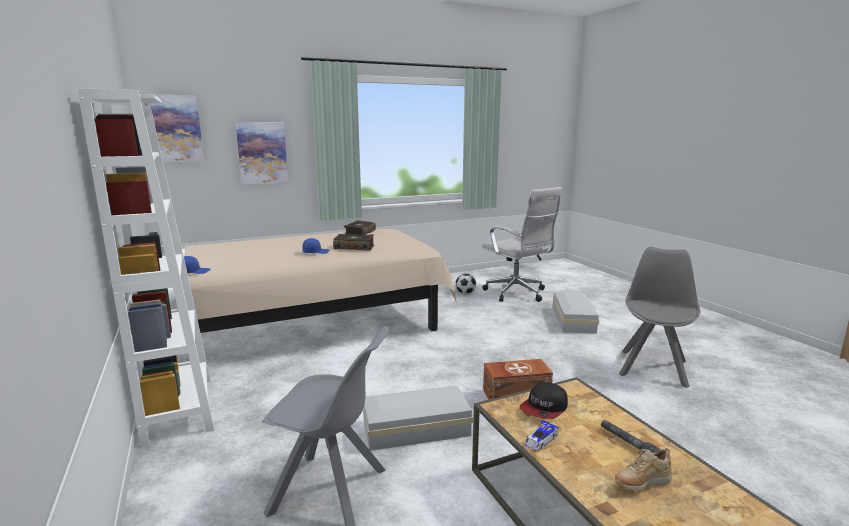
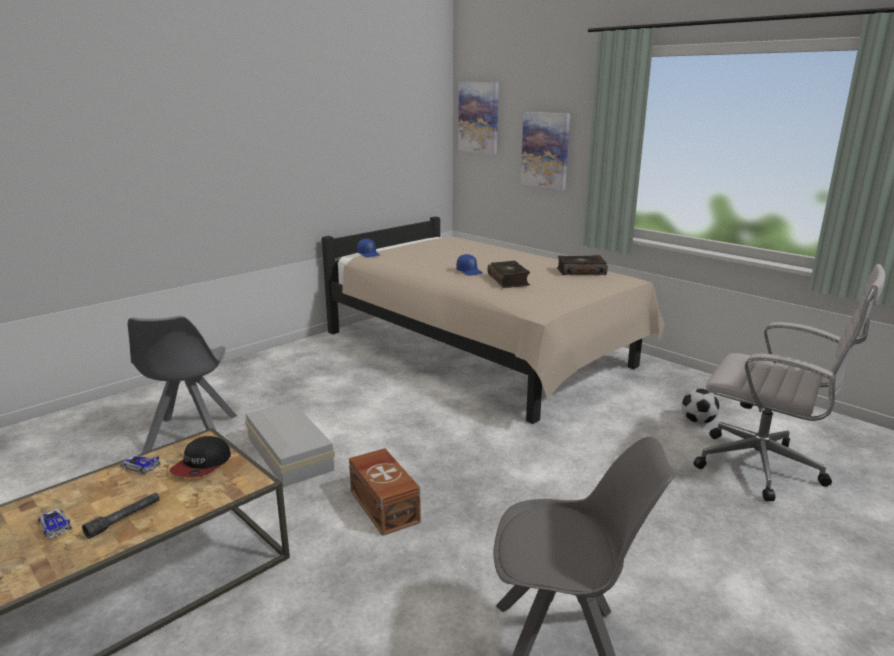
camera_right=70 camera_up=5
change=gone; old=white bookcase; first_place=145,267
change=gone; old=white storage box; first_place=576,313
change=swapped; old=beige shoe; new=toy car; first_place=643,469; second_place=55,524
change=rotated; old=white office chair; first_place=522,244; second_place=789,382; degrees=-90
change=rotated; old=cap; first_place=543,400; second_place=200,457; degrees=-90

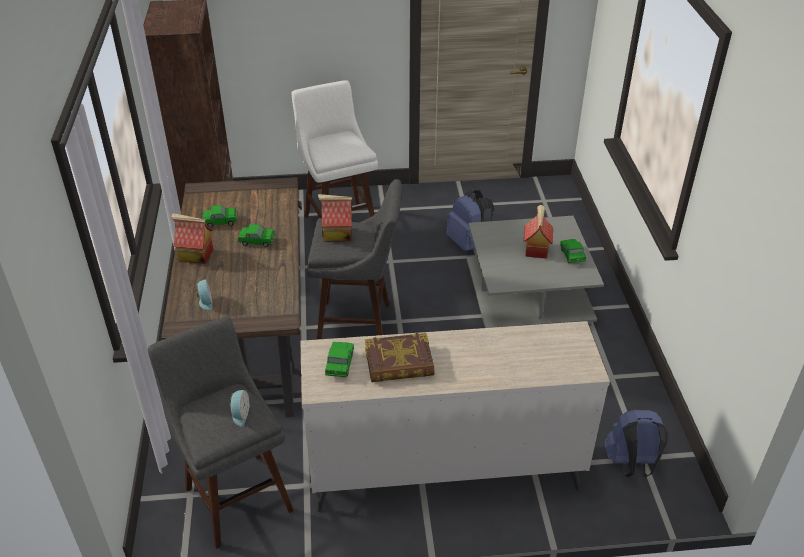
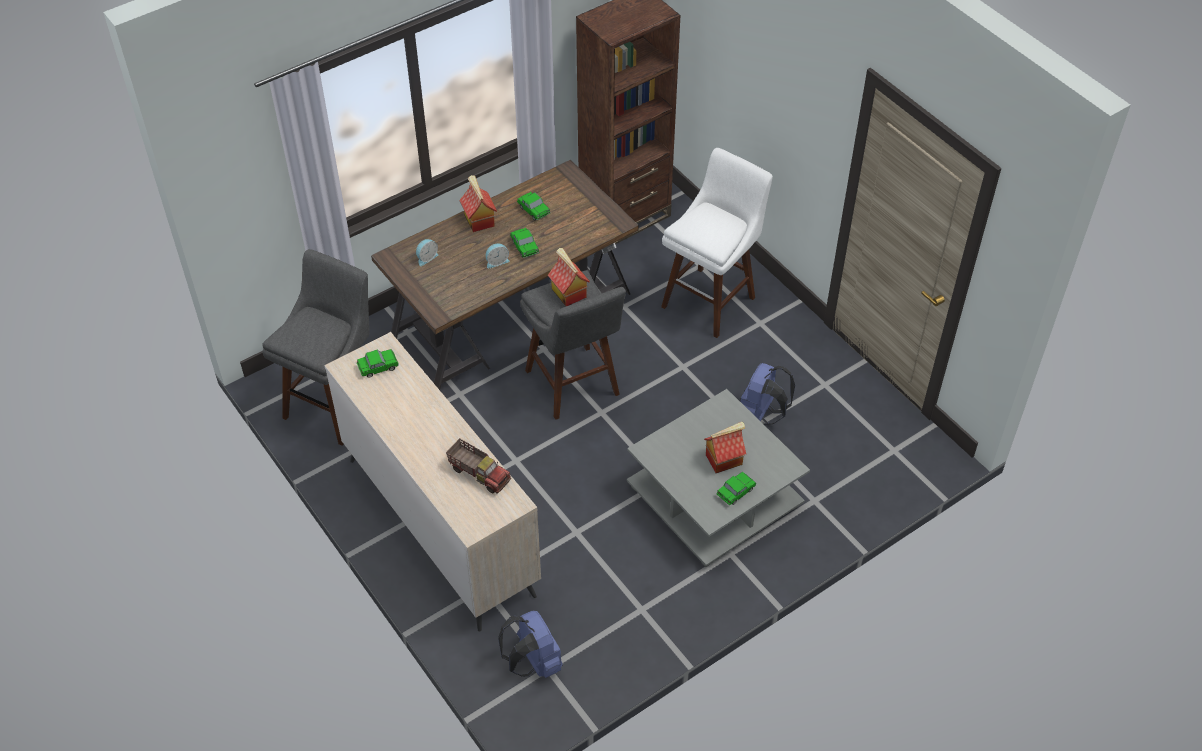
camera_right=60 camera_up=10
change=gone; old=book; first_place=400,357
change=new; new=toy truck; second_place=478,466
change=shifted; old=alarm clock; first_place=239,408; second_place=497,256

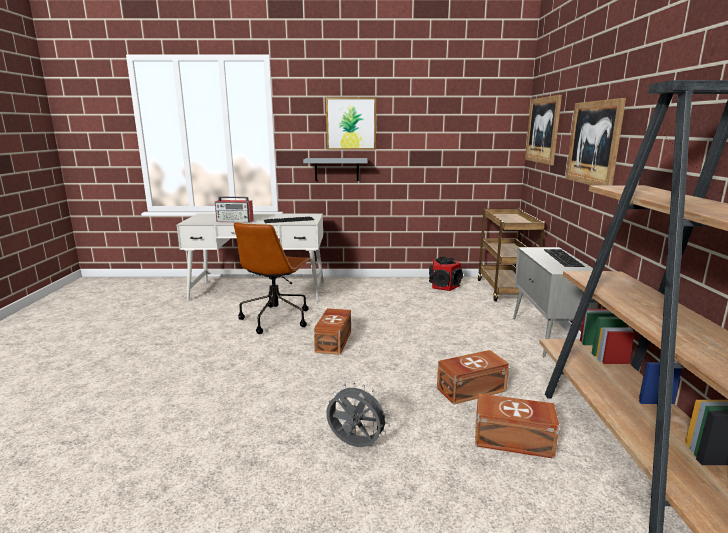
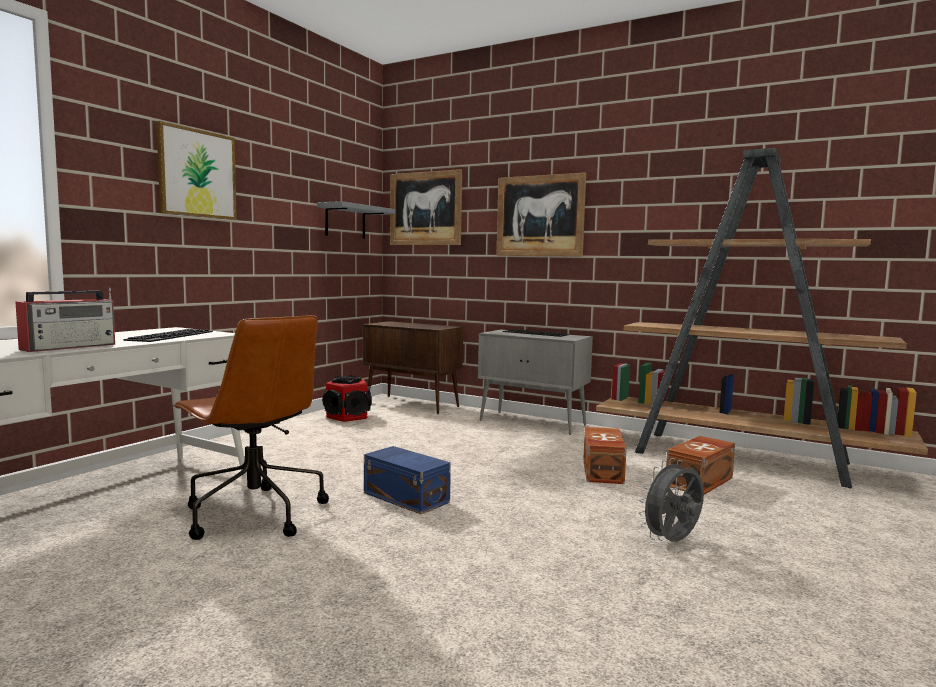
camera_right=-60 camera_up=-10
change=shifted; old=grey shelf; first_place=335,169; second_place=356,220
change=swapped; old=brown cart; new=brown cabinet; first_place=511,255; second_place=413,367
change=repainted; old=brown storage box; new=blue storage box; first_place=332,331; second_place=407,480

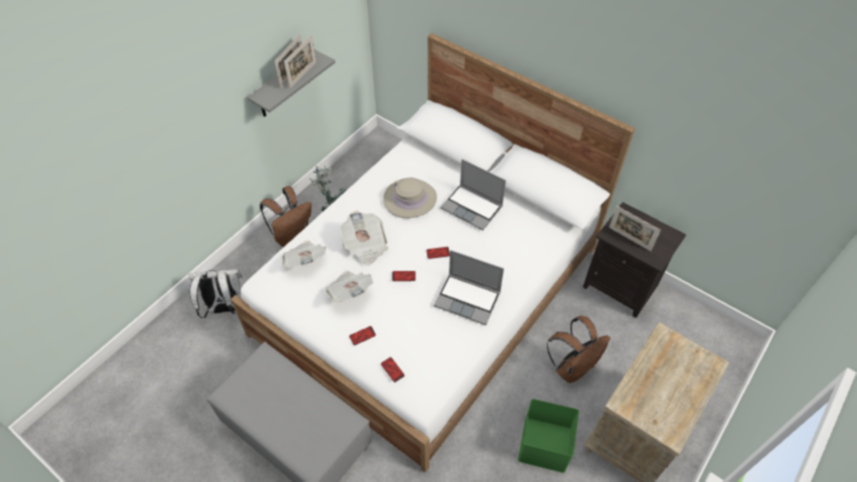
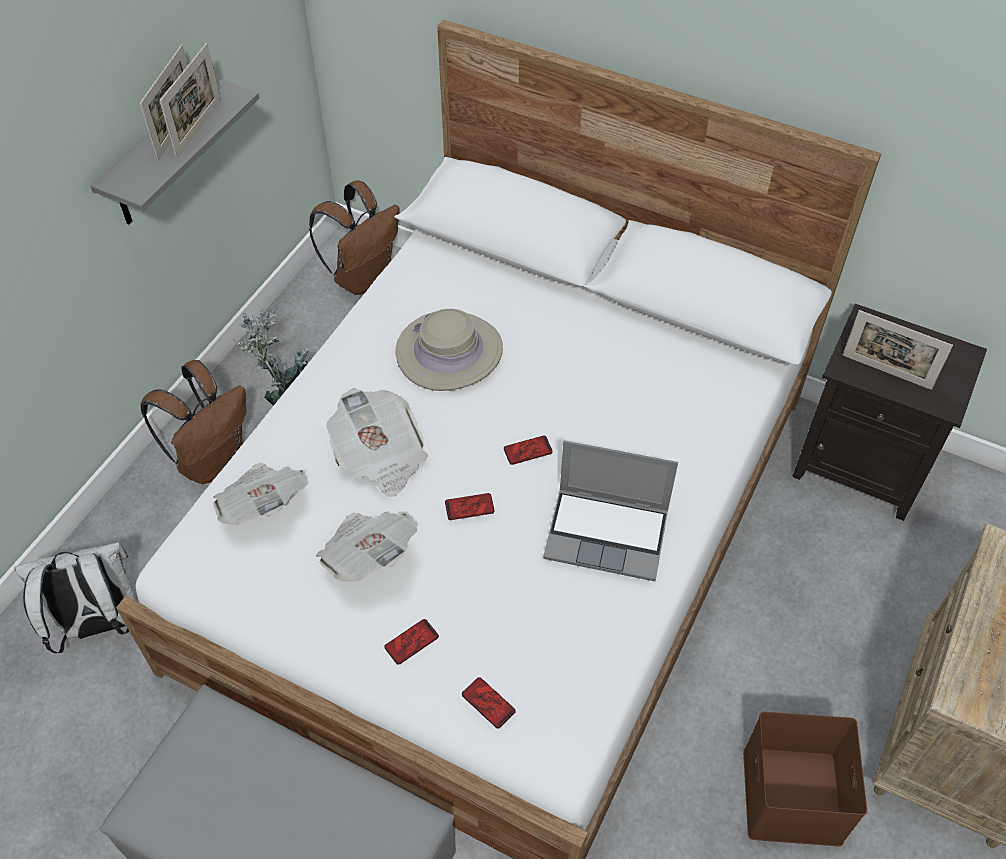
camera_right=-10 camera_up=0
change=gone; old=laptop; first_place=473,194
change=shifted; old=brown backpack; first_place=578,349; second_place=354,237
change=repainted; old=green storage box; new=brown storage box; first_place=548,436; second_place=805,779

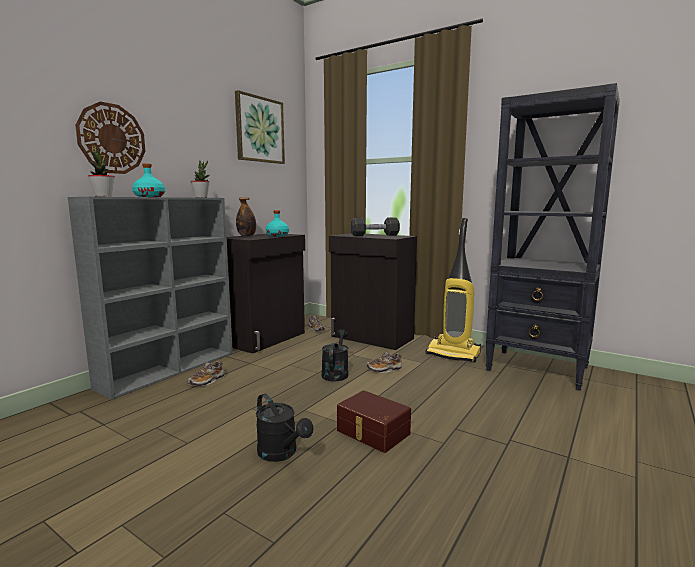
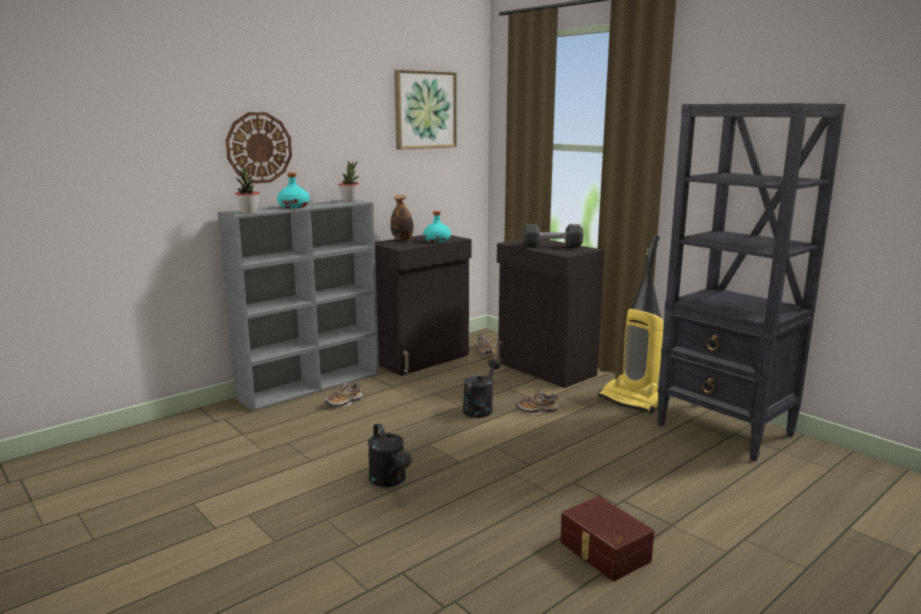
camera_right=15 camera_up=5
change=shifted; old=brown storage box; first_place=374,421; second_place=607,538

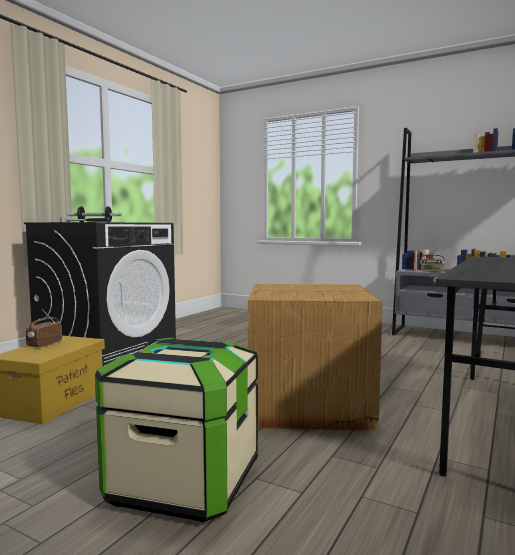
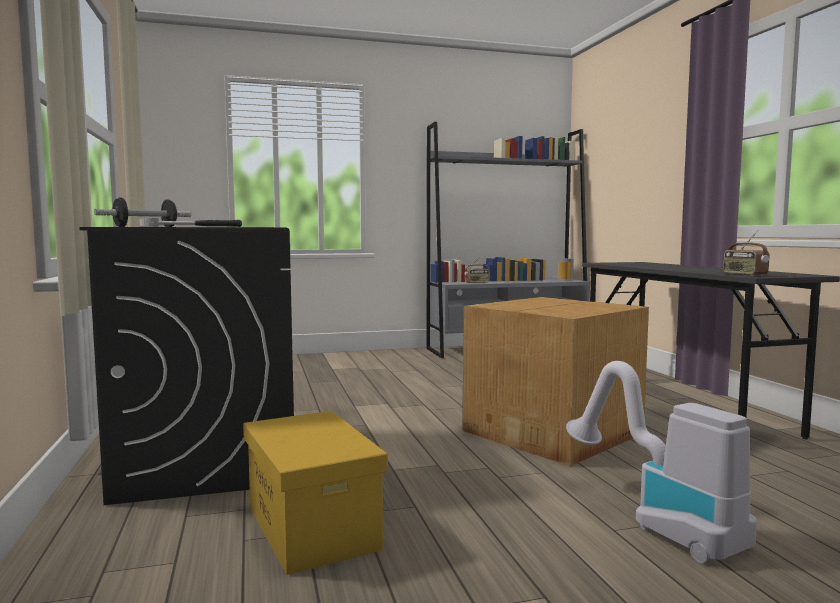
camera_right=-45 camera_up=0
change=shifted; old=radio; first_place=44,328; second_place=746,253
change=swapped; old=storage box; new=vacuum cleaner; first_place=176,430; second_place=661,462

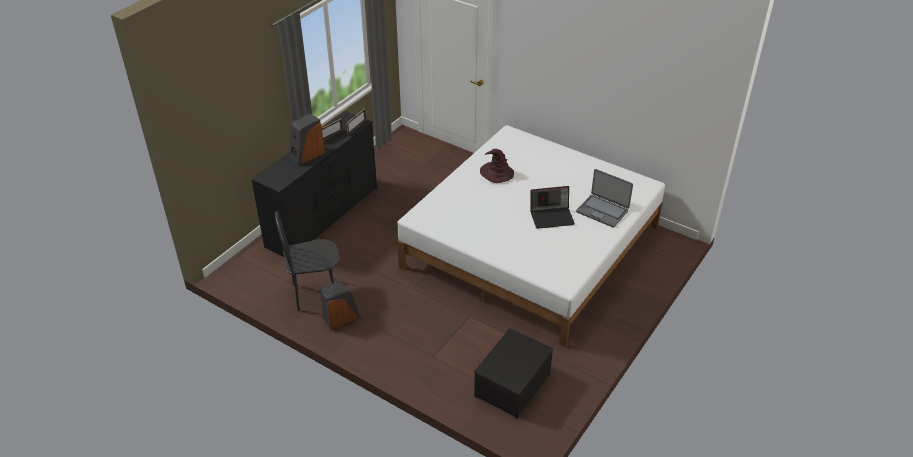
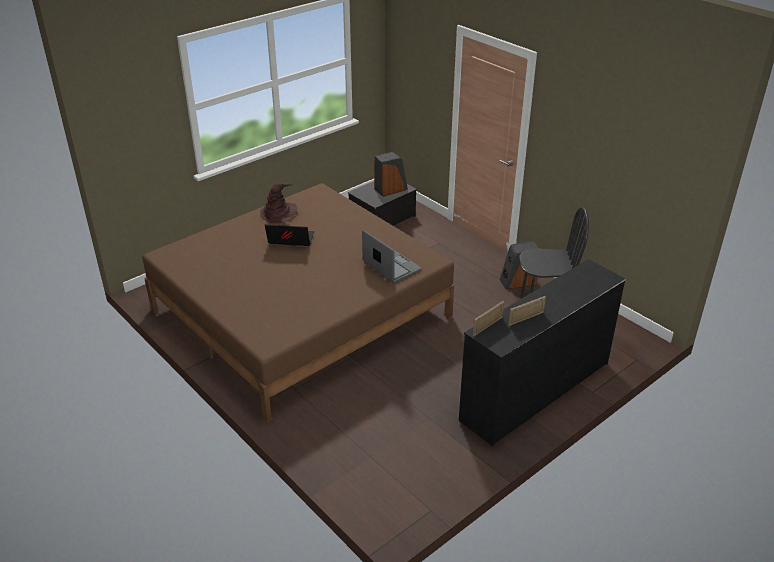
camera_right=-165 camera_up=-5
change=shifted; old=speaker; first_place=307,139; second_place=391,174
change=shifted; old=brown hat; first_place=497,166; second_place=279,202
change=shifted; old=laptop; first_place=604,198; second_place=391,256
change=repainted; old=white bed; new=brown bed; first_place=531,236; second_place=298,302

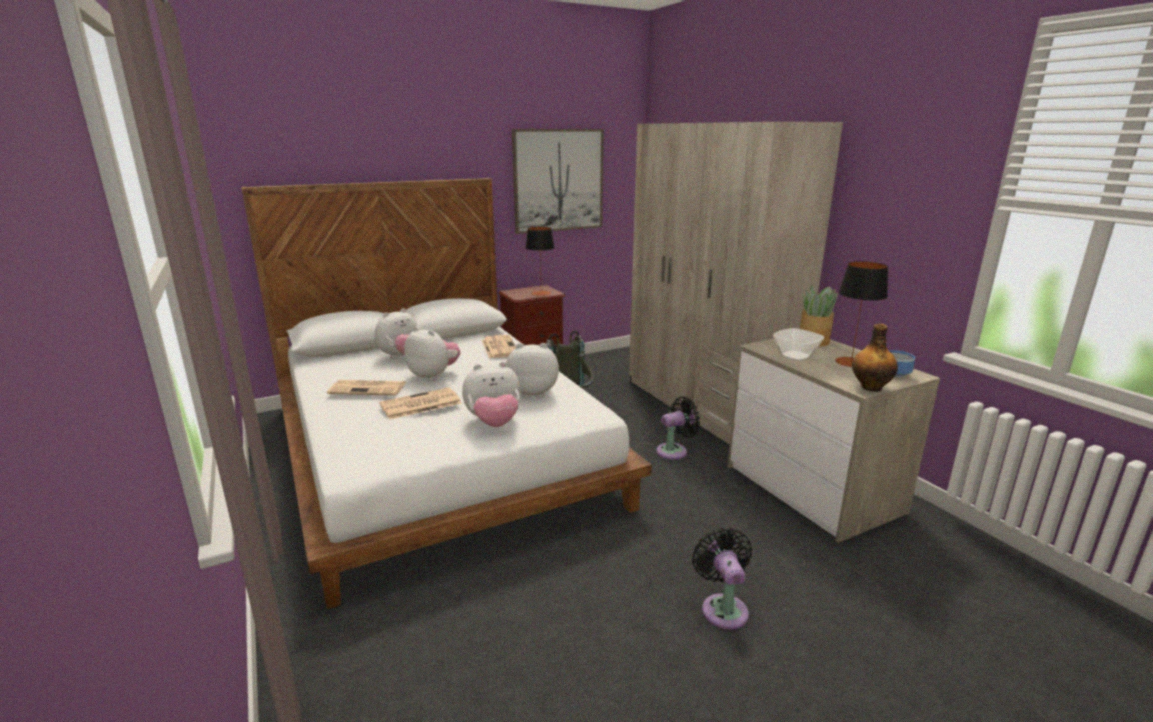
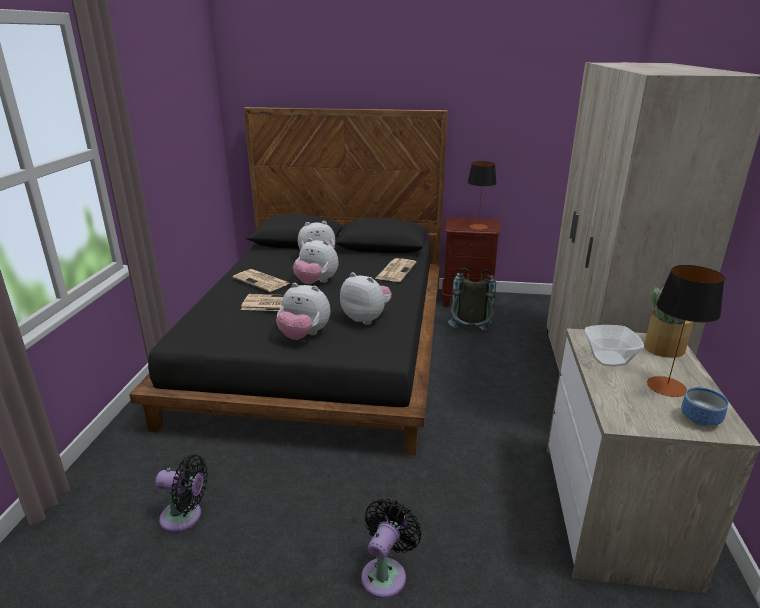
camera_right=35 camera_up=5
change=gone; old=picture; first_place=558,181
change=gone; old=bottle; first_place=875,358
change=shifted; old=black fan; first_place=678,428; second_place=181,494
change=repainted; old=white bed; new=black bed; first_place=447,393; second_place=288,281
change=rotated; old=plush toy; first_place=432,353; second_place=315,261; degrees=135

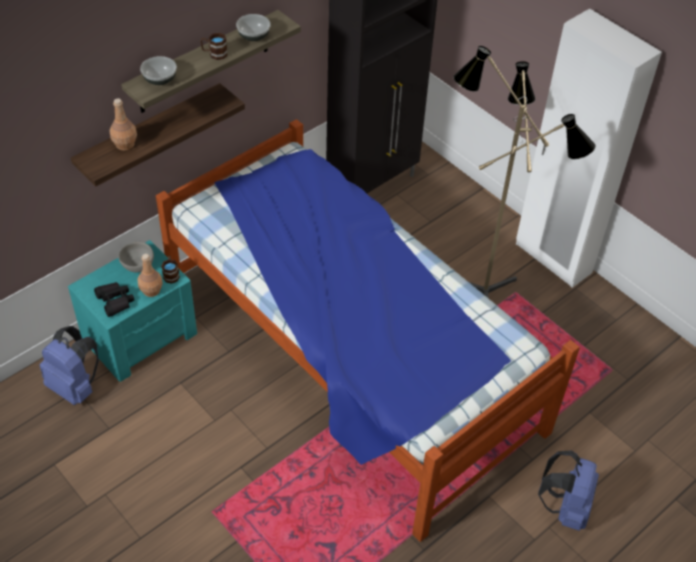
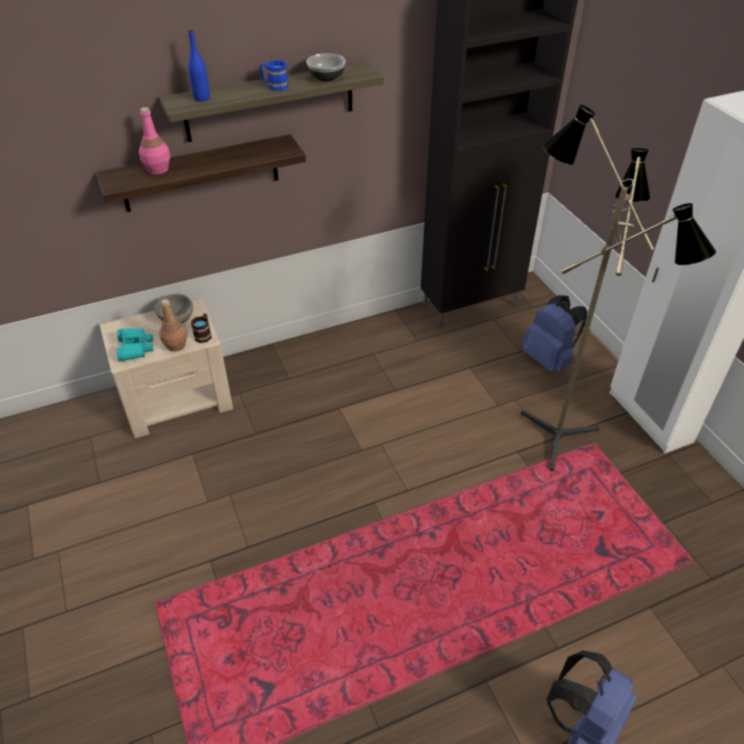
camera_right=20 camera_up=-5
change=gone; old=bed; first_place=368,330
change=shifted; old=blue backpack; first_place=69,365; second_place=554,333
change=swapped; old=bowl; new=blue bottle; first_place=158,70; second_place=199,65
change=repainted; old=turquoise nightstand; new=beige nightstand; first_place=132,311; second_place=166,368
change=repainted; old=black binoculars; new=turquoise binoculars; first_place=114,299; second_place=135,345
change=repainted; old=brown bottle; new=pink bottle; first_place=123,124; second_place=154,141
change=repainted; old=brown mug; new=blue mug; first_place=214,46; second_place=273,75

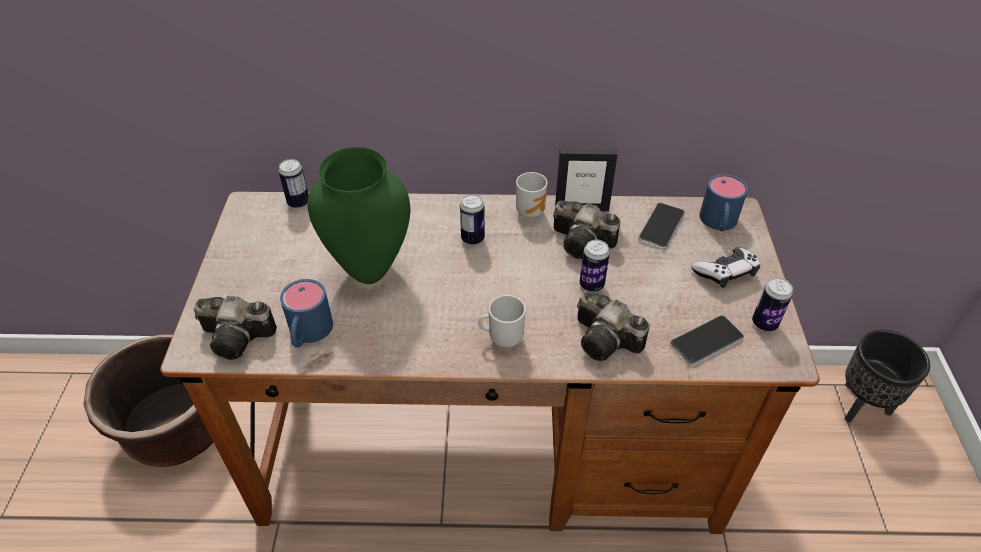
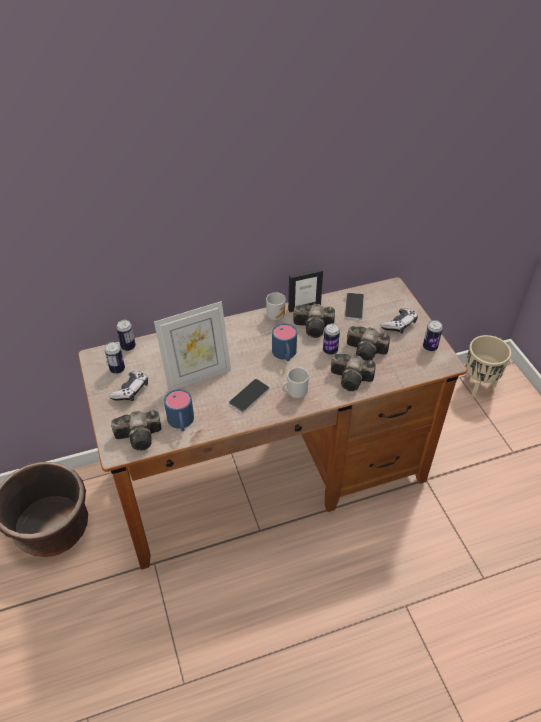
camera_right=-20 camera_up=0
change=new; new=game controller; second_place=128,386
change=new; new=photo camera; second_place=368,343
change=shifted; old=can; first_place=472,219; second_place=115,358
change=shifted; old=phone; first_place=707,340; second_place=249,396
change=shifted; old=blue mug; first_place=723,202; second_place=284,342
change=swapped; old=green vase; new=picture frame; first_place=359,215; second_place=192,346
change=repainted; old=black planter; new=beige planter; first_place=887,376; second_place=488,366

